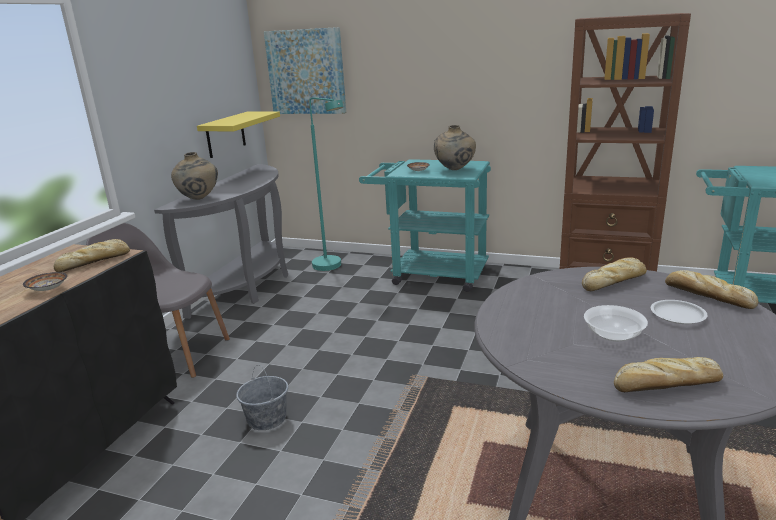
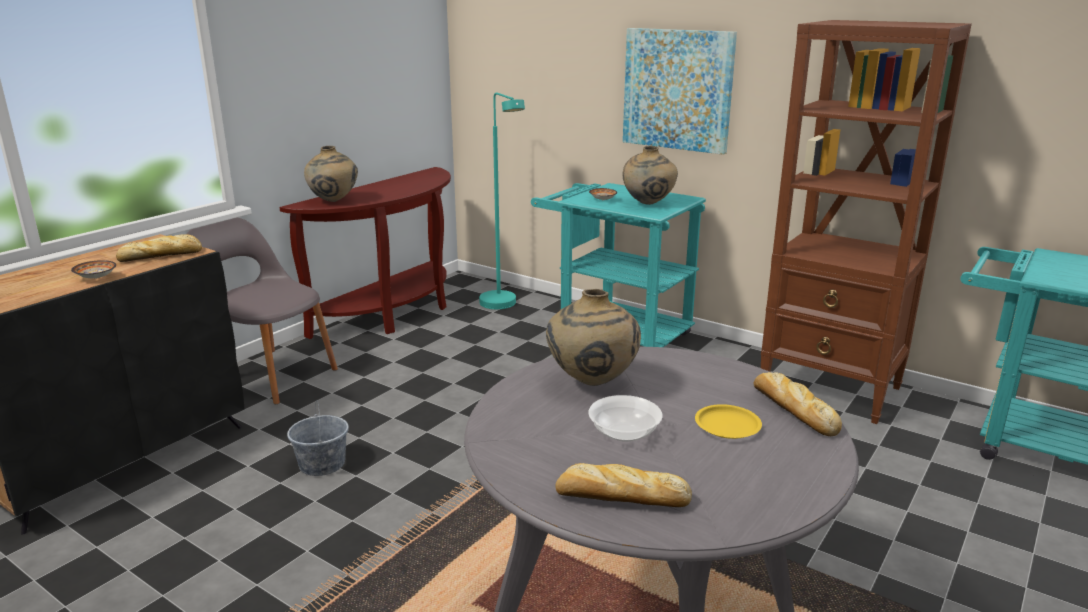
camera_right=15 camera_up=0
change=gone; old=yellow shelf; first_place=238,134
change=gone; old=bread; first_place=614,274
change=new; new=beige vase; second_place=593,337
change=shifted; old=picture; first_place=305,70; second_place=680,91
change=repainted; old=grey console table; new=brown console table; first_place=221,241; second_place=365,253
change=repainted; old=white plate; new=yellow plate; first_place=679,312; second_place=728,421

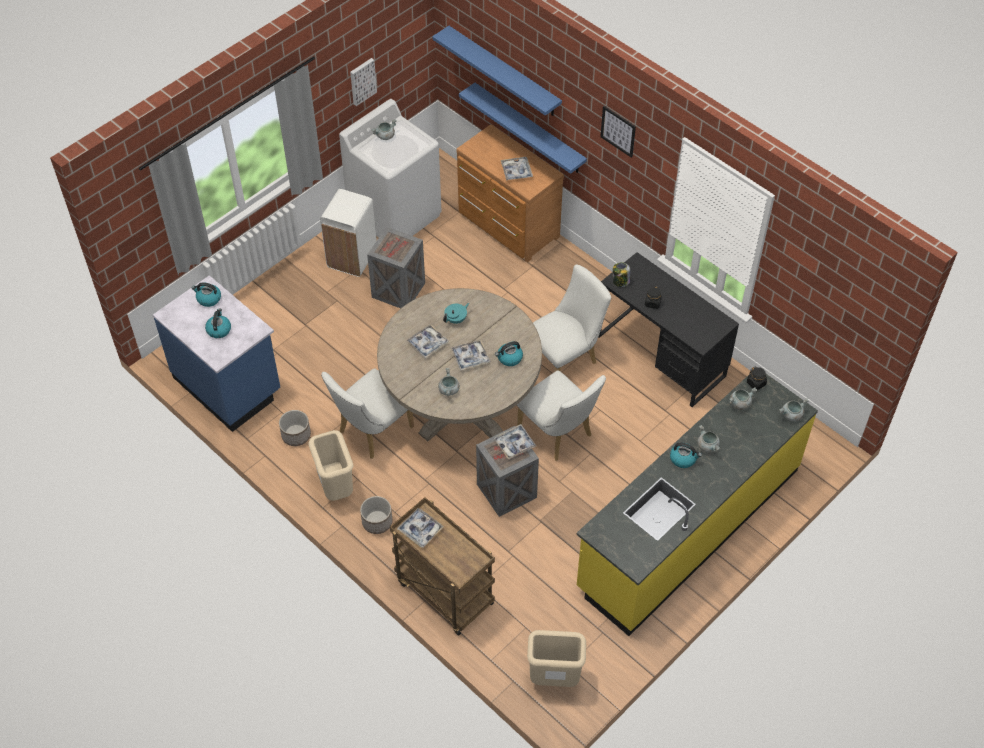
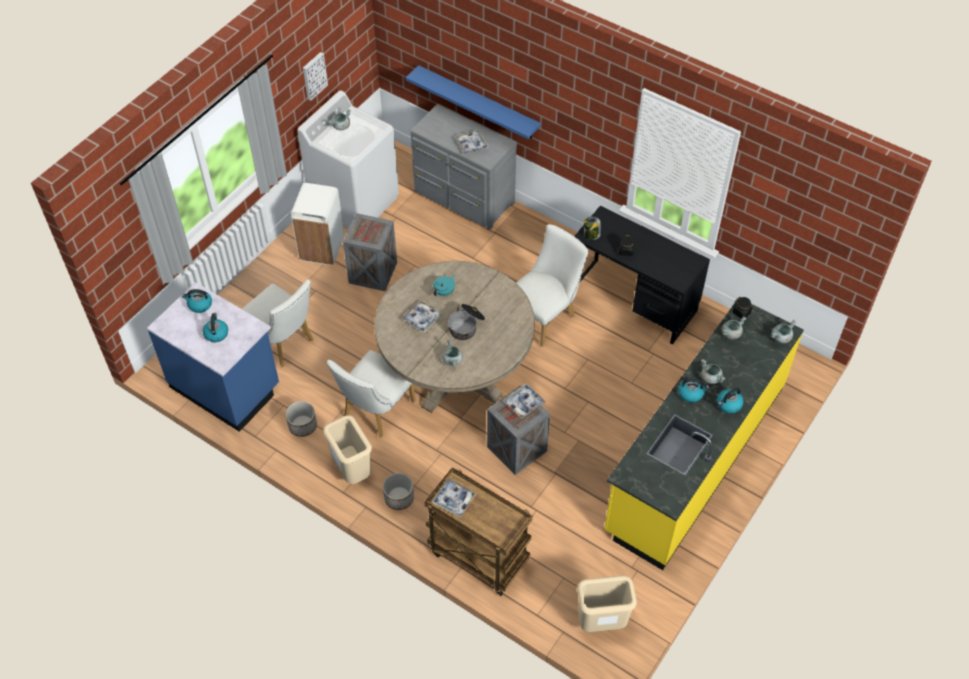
camera_right=-10 camera_up=0
change=gone; old=blue shelf; first_place=497,71
change=gone; old=picture; first_place=618,132
change=shifted; old=kettle; first_place=509,353; second_place=730,400
change=shifted; old=white chair; first_place=561,415; second_place=278,323
change=swapped; old=tray; new=cooking pot; first_place=470,355; second_place=466,322
change=repainted; old=brown dresser; new=grey dresser; first_place=510,193; second_place=463,167

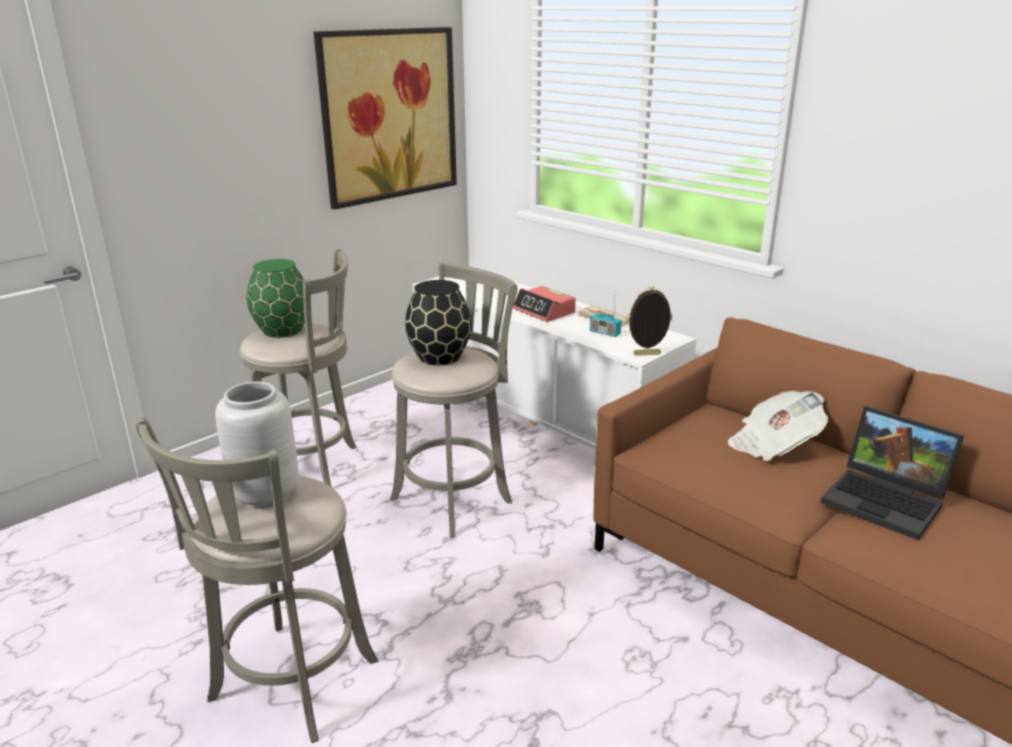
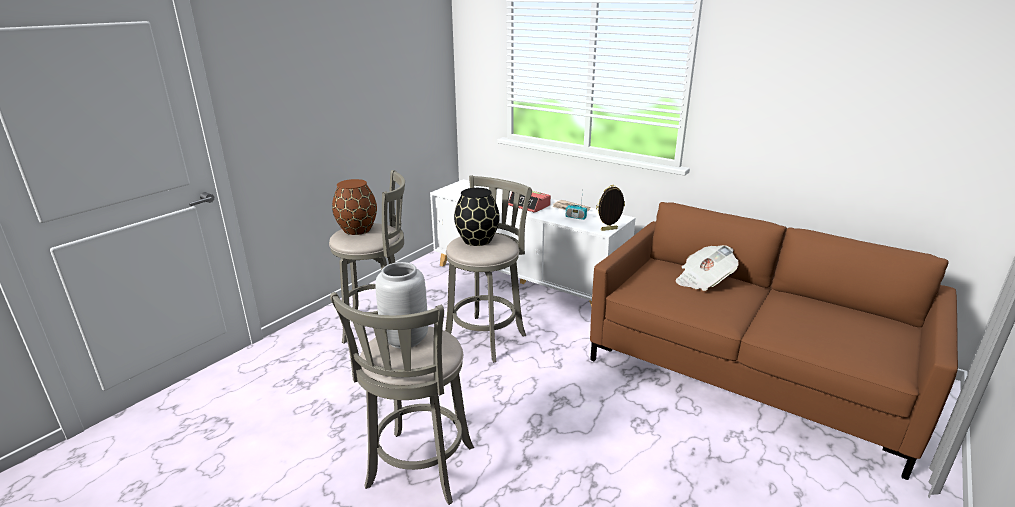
camera_right=-10 camera_up=0
change=gone; old=picture; first_place=385,118
change=gone; old=laptop; first_place=892,473
change=repainted; old=green vase; new=brown vase; first_place=276,298; second_place=354,207

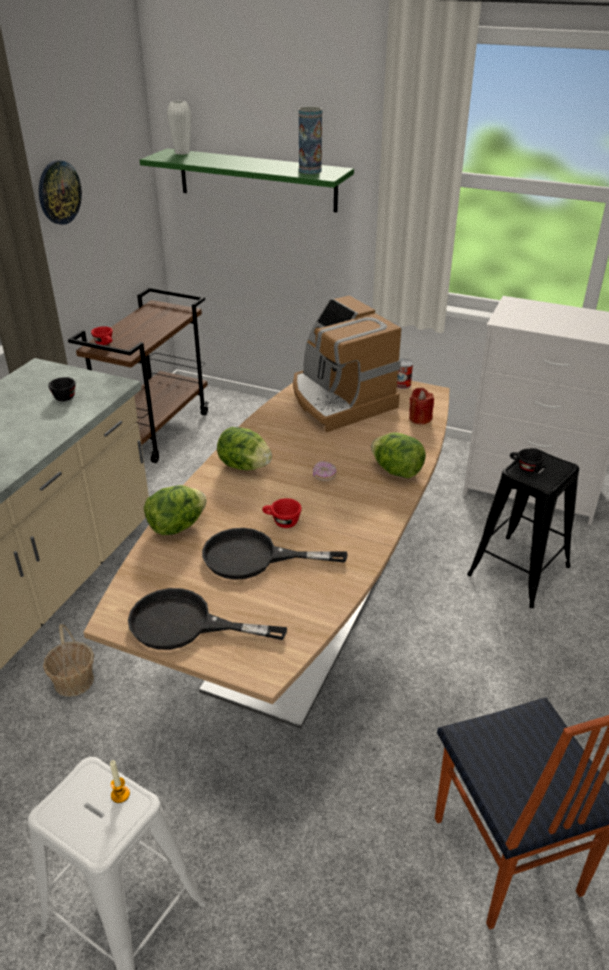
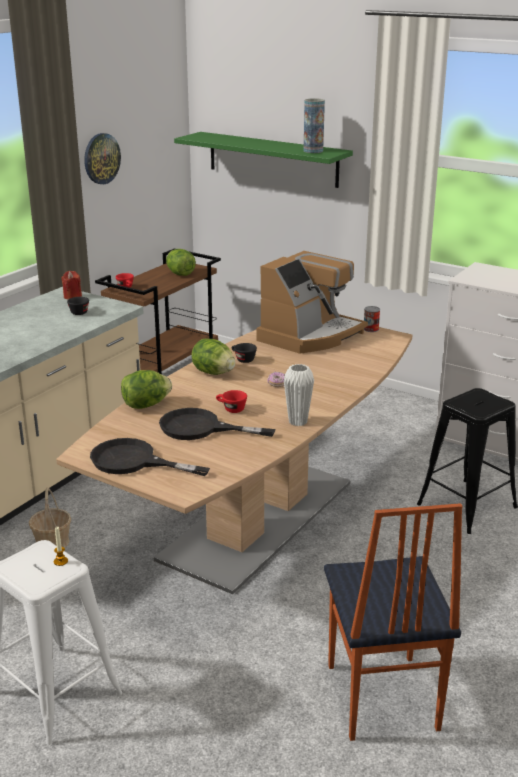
camera_right=10 camera_up=-10
change=shifted; old=white vase; first_place=179,128; second_place=299,395
change=shifted; old=lettuce; first_place=398,455; second_place=181,262
change=shifted; old=red candle; first_place=421,406; second_place=71,285
change=shifted; old=black cup; first_place=527,461; second_place=244,353
change=rotated; old=coffee machine; first_place=347,363; second_place=312,302; degrees=-120

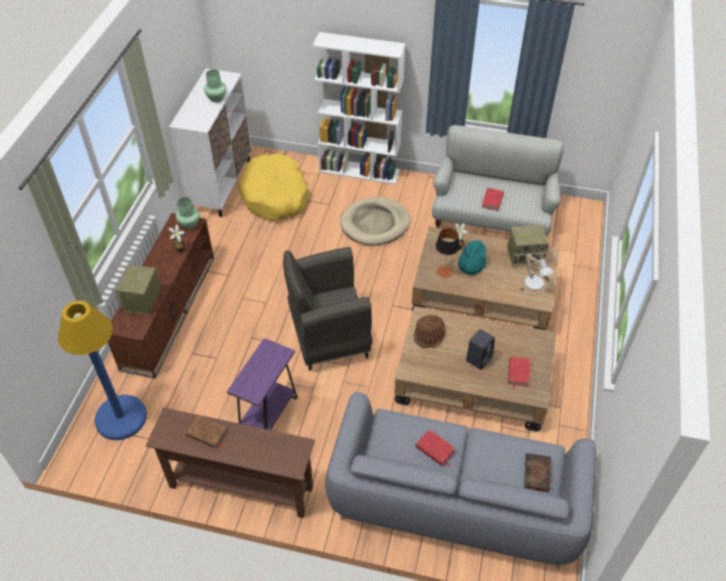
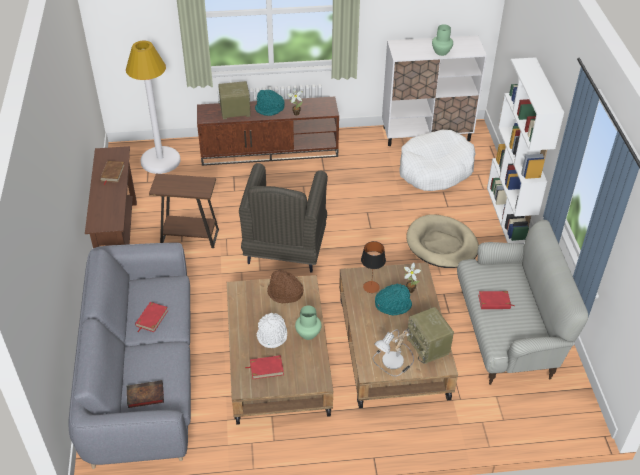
camera_right=70 camera_up=-5
change=new; new=turquoise hat; second_place=269,103
change=shifted; old=green vase; first_place=188,213; second_place=308,323
change=swapped; old=black speaker; new=white hat; first_place=480,349; second_place=271,330
change=repainted; old=blue floor lamp; new=white floor lamp; first_place=102,370; second_place=153,107
change=repainted; old=purple side table; new=brown side table; first_place=262,384; second_place=184,211
change=repainted; old=yellow dog bed; new=white dog bed; first_place=274,187; second_place=437,160
change=rotated; old=grey armchair; first_place=328,309; second_place=283,218; degrees=-135

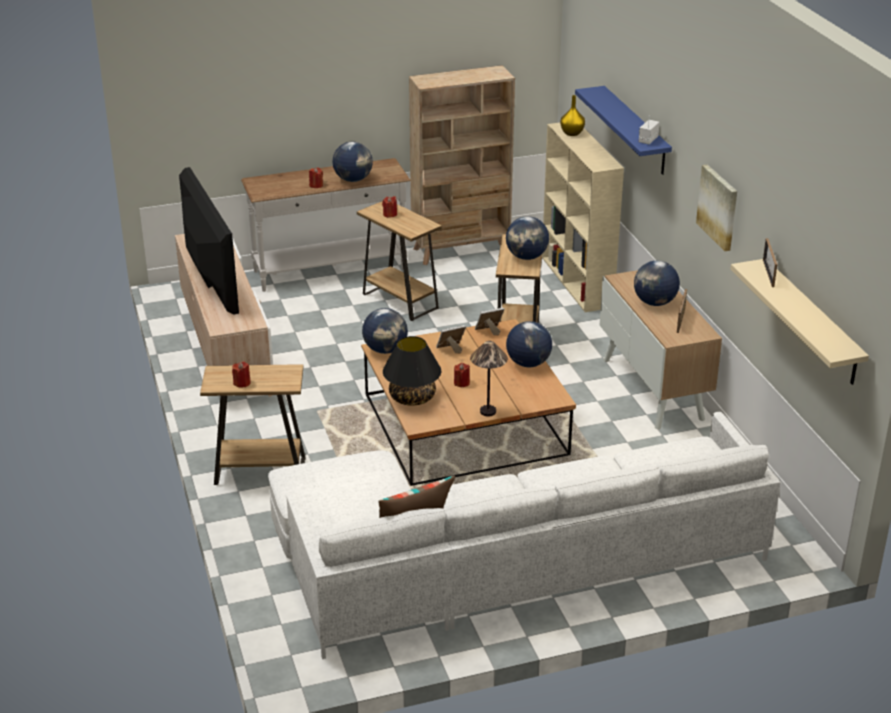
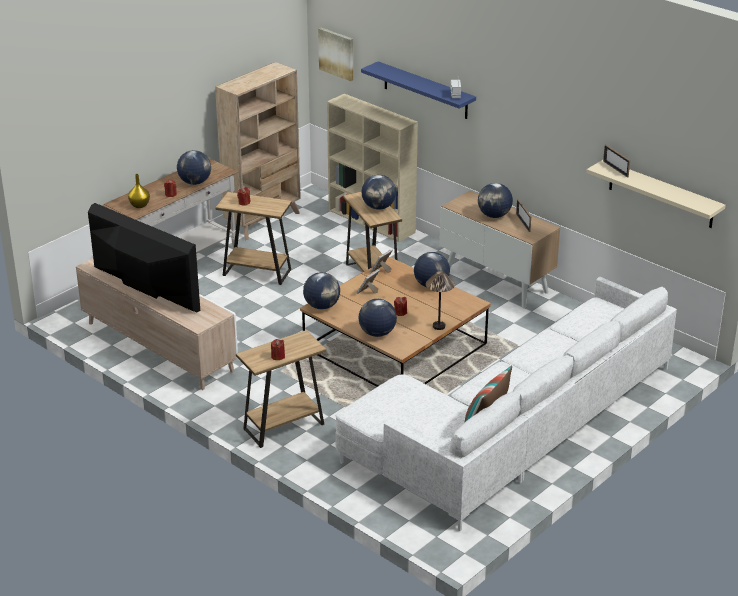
camera_right=-30 camera_up=0
change=shifted; old=yellow vase; first_place=572,115; second_place=139,191
change=shifted; old=picture; first_place=716,208; second_place=335,54
change=swapped; old=black table lamp; new=globe; first_place=412,371; second_place=378,318

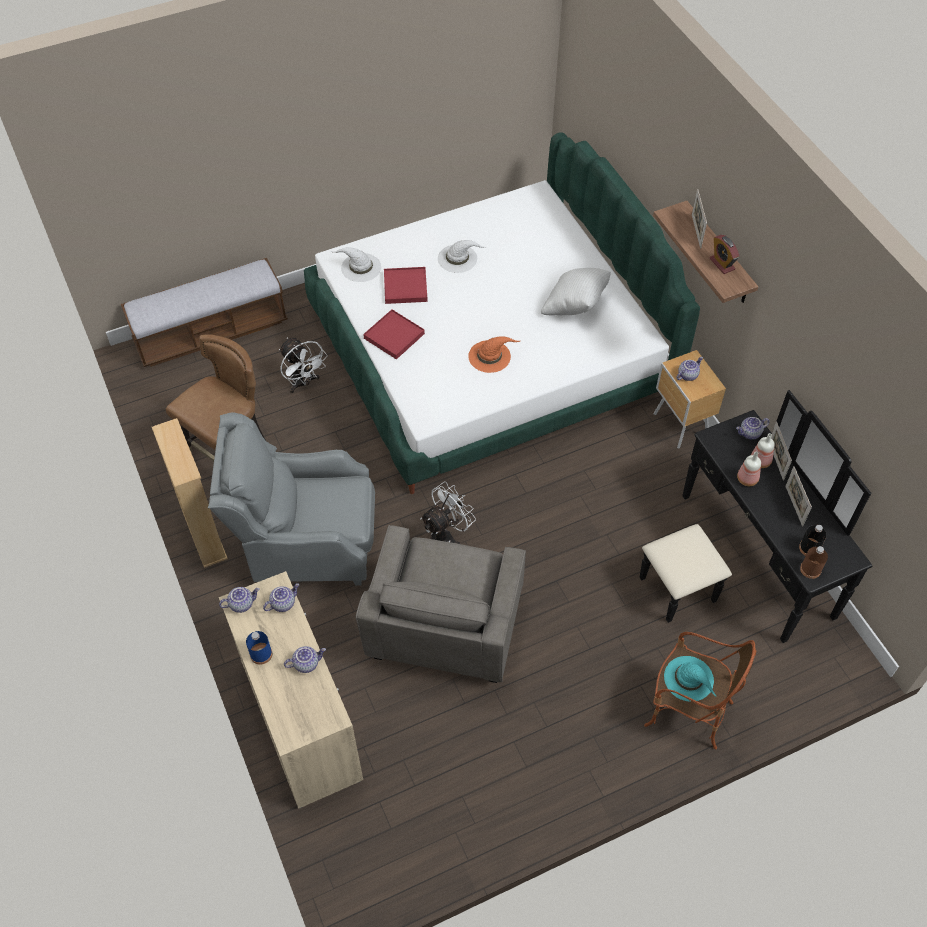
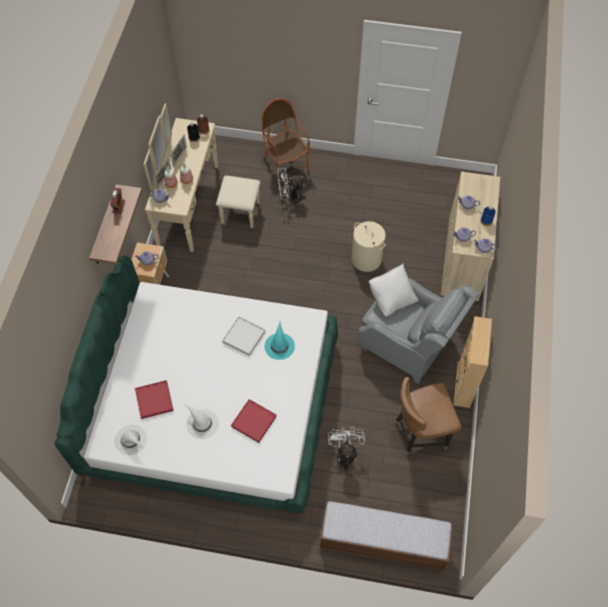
camera_right=-145 camera_up=5
change=gone; old=picture frame; first_place=699,218
change=shifted; old=white hat; first_place=356,264; second_place=131,440
change=shifted; old=red tray; first_place=394,334; second_place=154,399
change=shifted; old=white fan; first_place=448,513; second_place=291,188
change=shifted; old=white pillow; first_place=576,291; second_place=394,290
change=shifted; old=turquoise hat; first_place=690,679; second_place=280,341
change=swapped; old=grey armchair; new=beige laundry basket; first_place=441,604; second_place=369,246
change=swapped; old=orange hat; new=white tray; first_place=494,354; second_place=243,336
change=repainted; old=black dresser; new=beige dresser; first_place=755,516; second_place=202,178

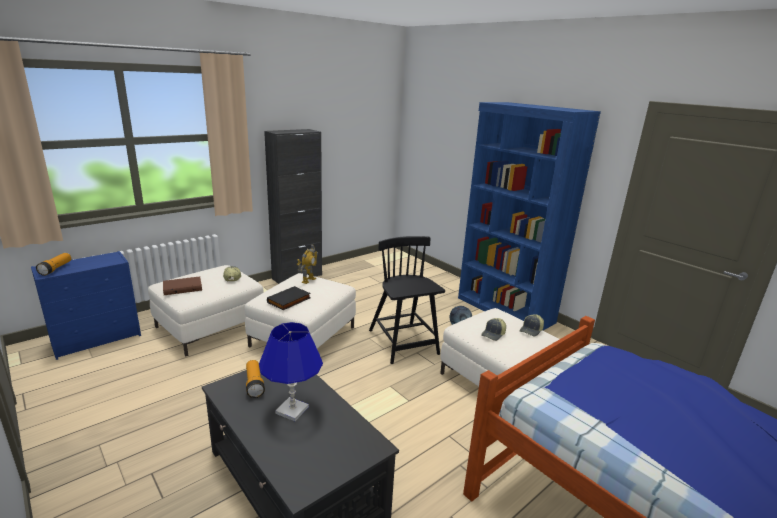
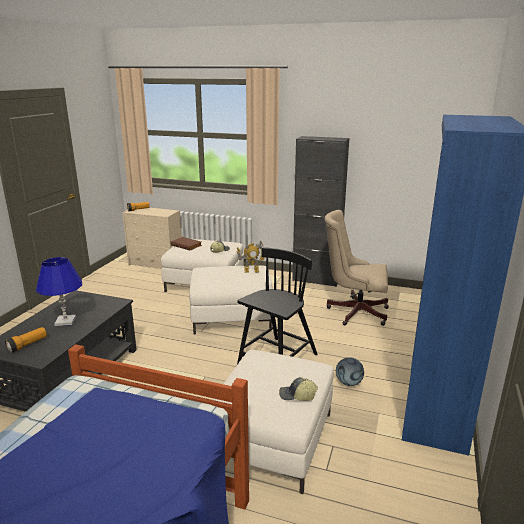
camera_right=60 camera_up=0
change=gone; old=black book; first_place=289,298
change=gone; old=cap; first_place=493,329
change=new; new=beige office chair; second_place=356,268
change=shifted; old=flashlight; first_place=255,379; second_place=26,340
change=repainted; old=blue dresser; new=beige dresser; first_place=86,305; second_place=152,238

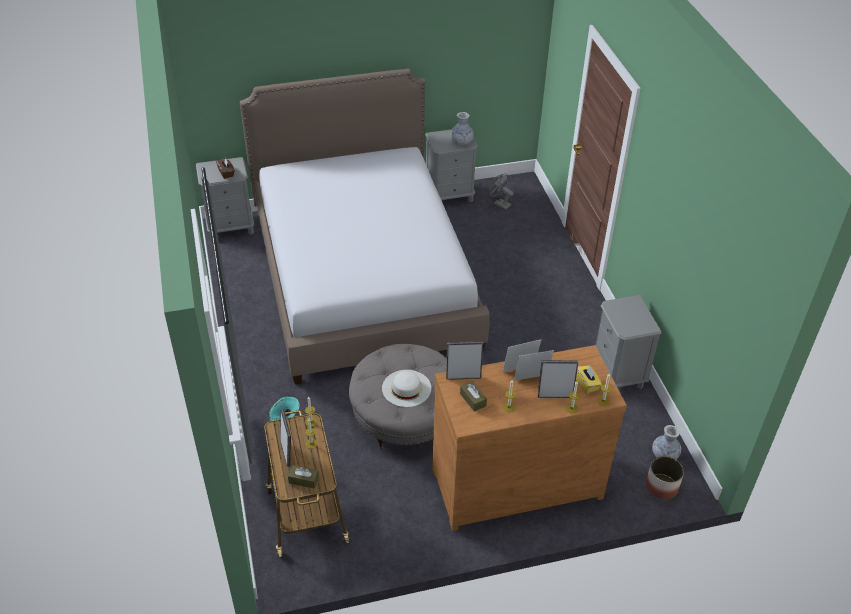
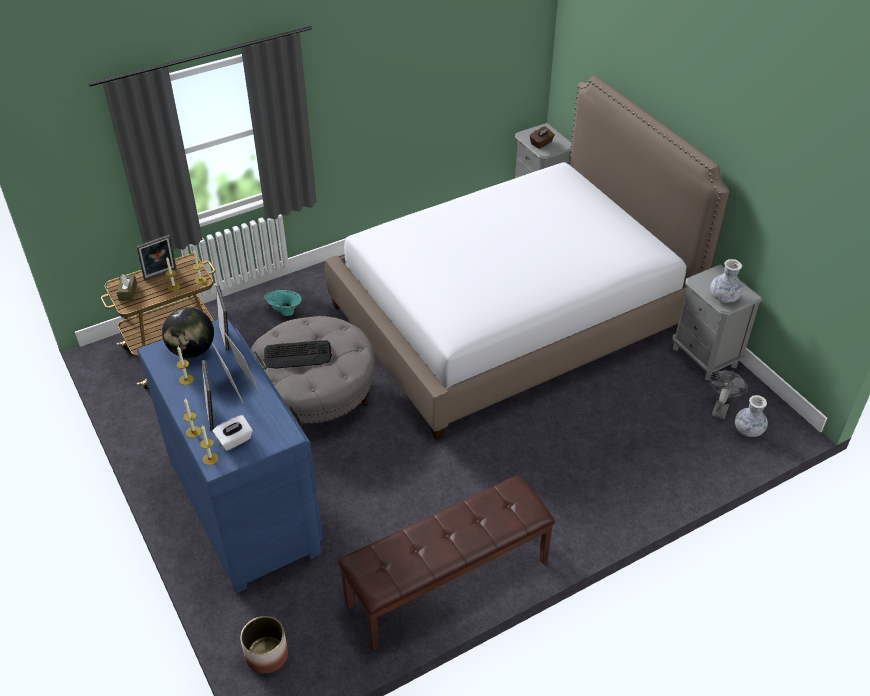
camera_right=75 camera_up=0
change=shifted; old=vase; first_place=666,442; second_place=751,416
change=swapped; old=white hat; new=keyboard; first_place=406,388; second_place=298,354
change=swapped; old=brown tissue box; new=globe; first_place=473,396; second_place=188,332
change=swapped; old=grey nightstand; new=brown bench; first_place=628,342; second_place=446,563
change=repainted; old=brown dresser; new=blue dresser; first_place=529,438; second_place=230,455
change=repainted; old=yellow tissue box; new=white tissue box; first_place=589,380; second_place=232,433

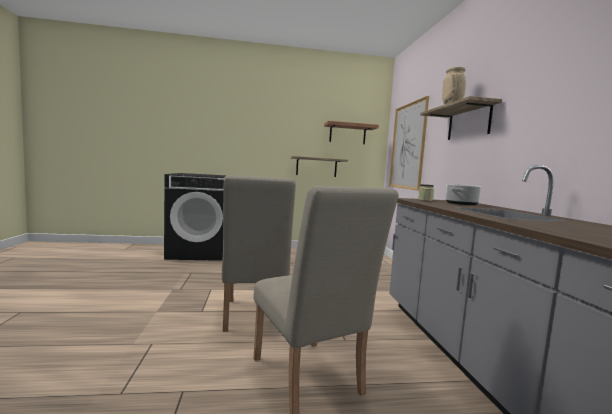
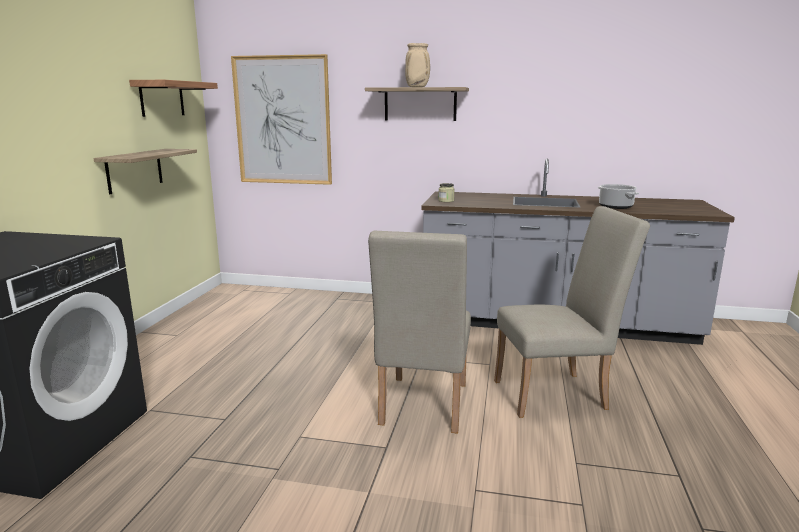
camera_right=-70 camera_up=10
change=shifted; old=cooking pot; first_place=463,194; second_place=618,196
change=rotated; old=beige chair; first_place=259,253; second_place=419,332; degrees=90

